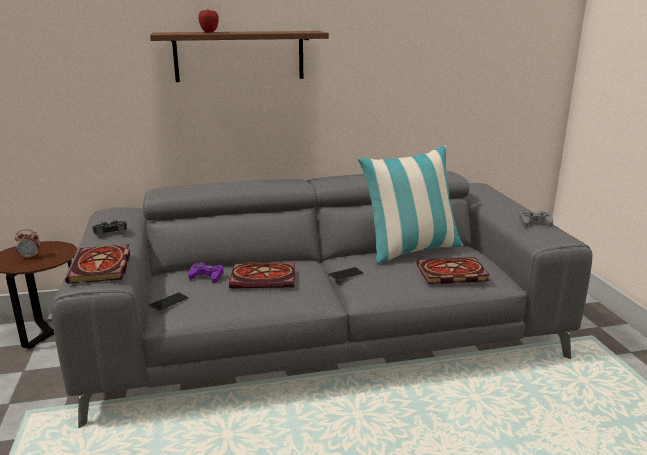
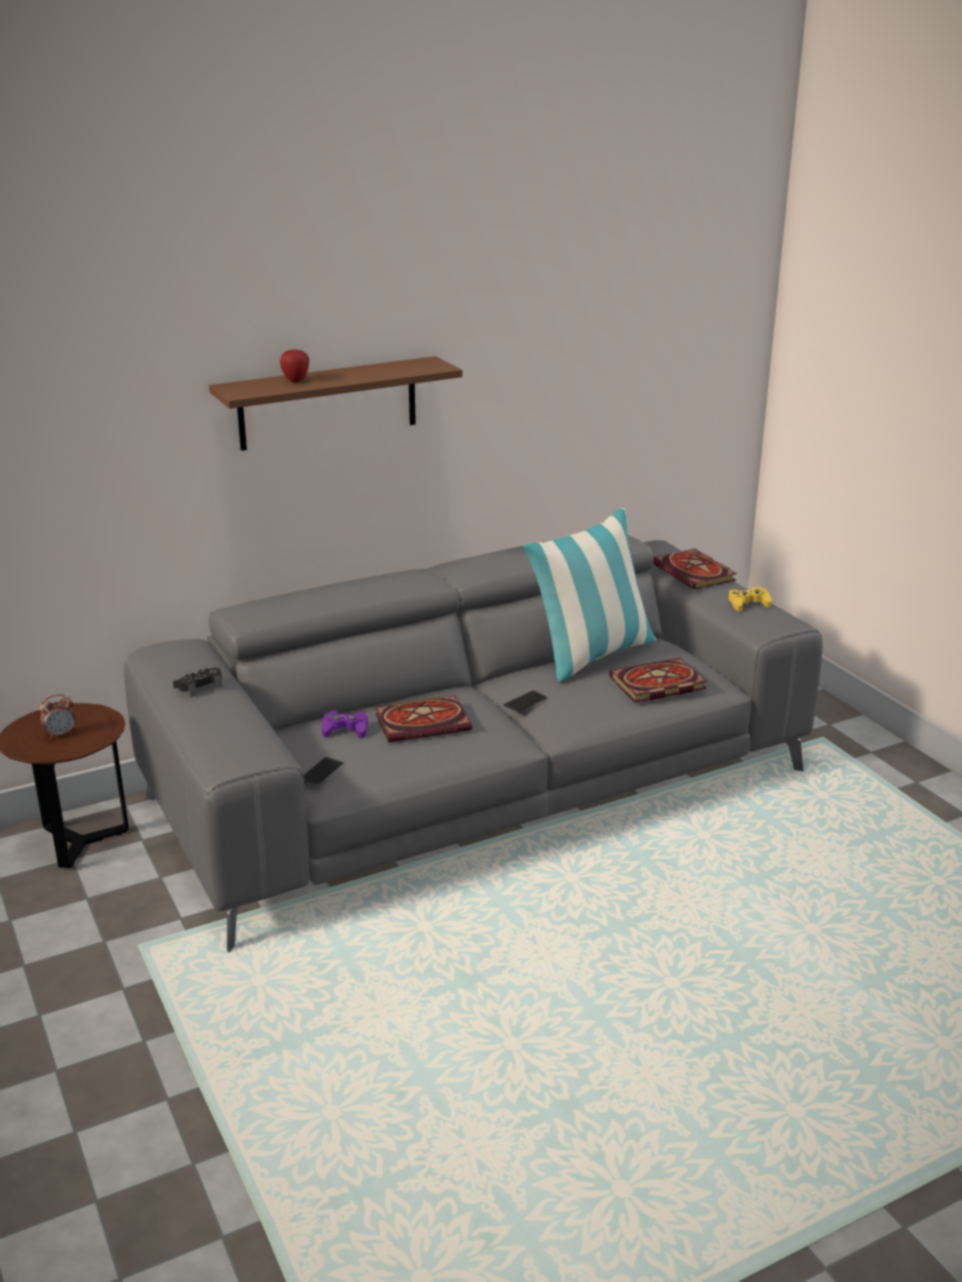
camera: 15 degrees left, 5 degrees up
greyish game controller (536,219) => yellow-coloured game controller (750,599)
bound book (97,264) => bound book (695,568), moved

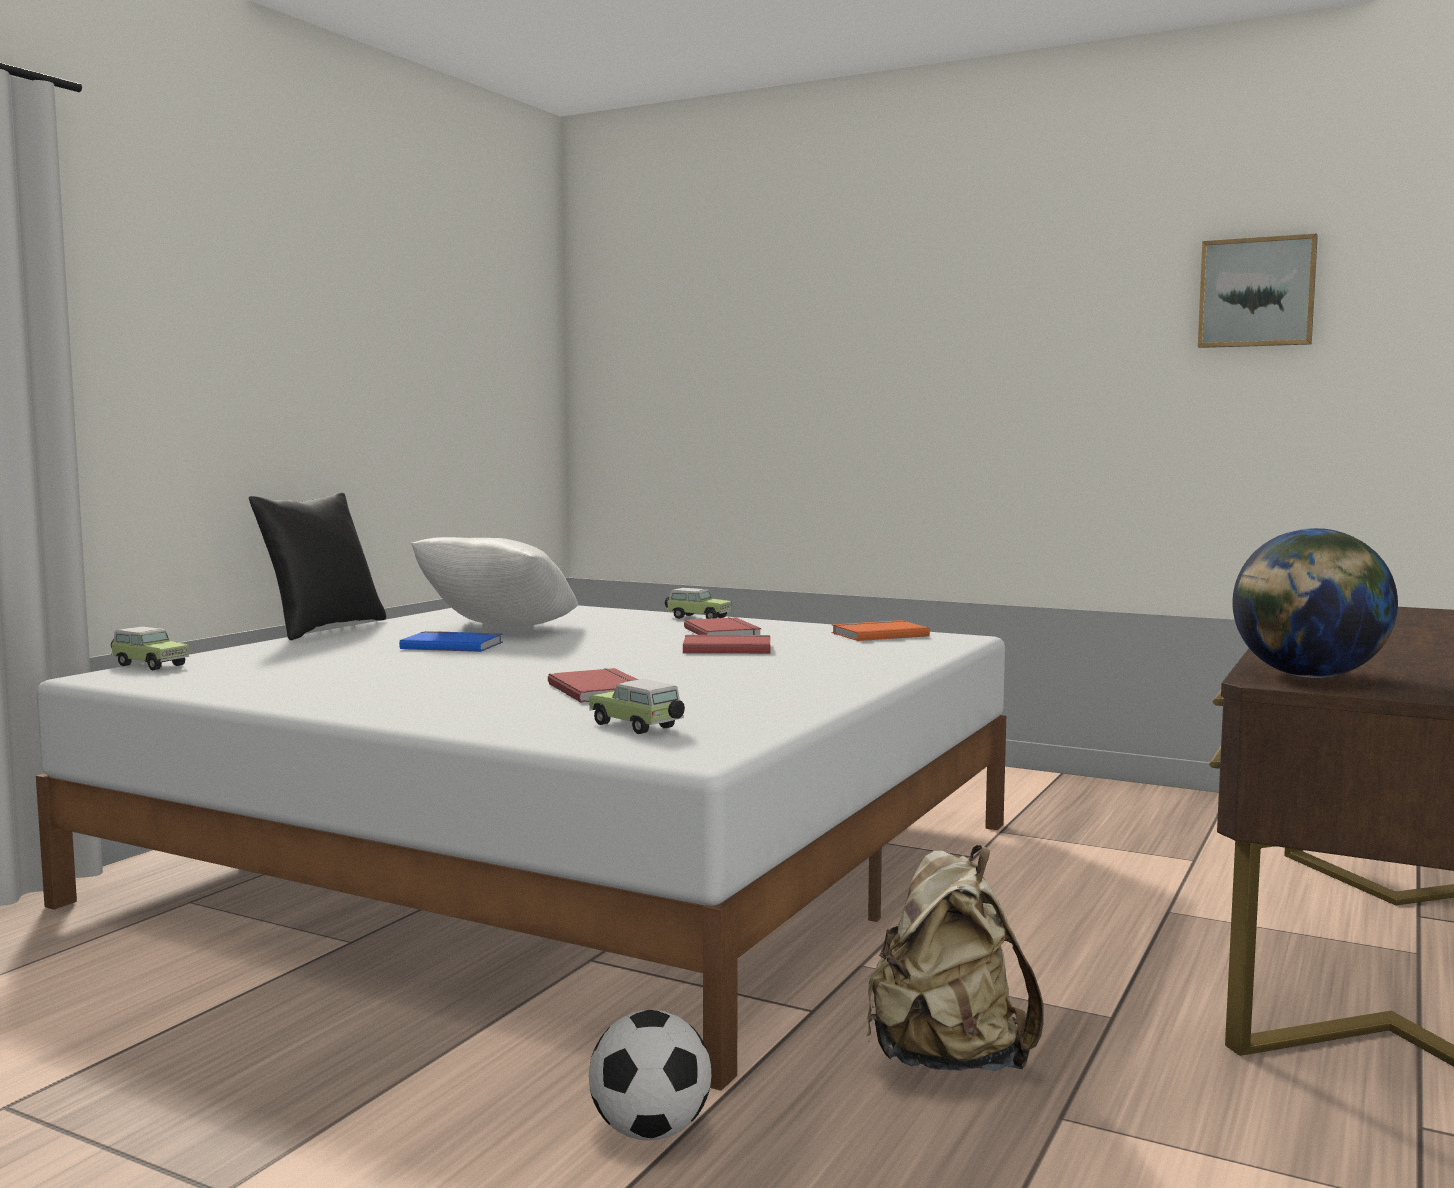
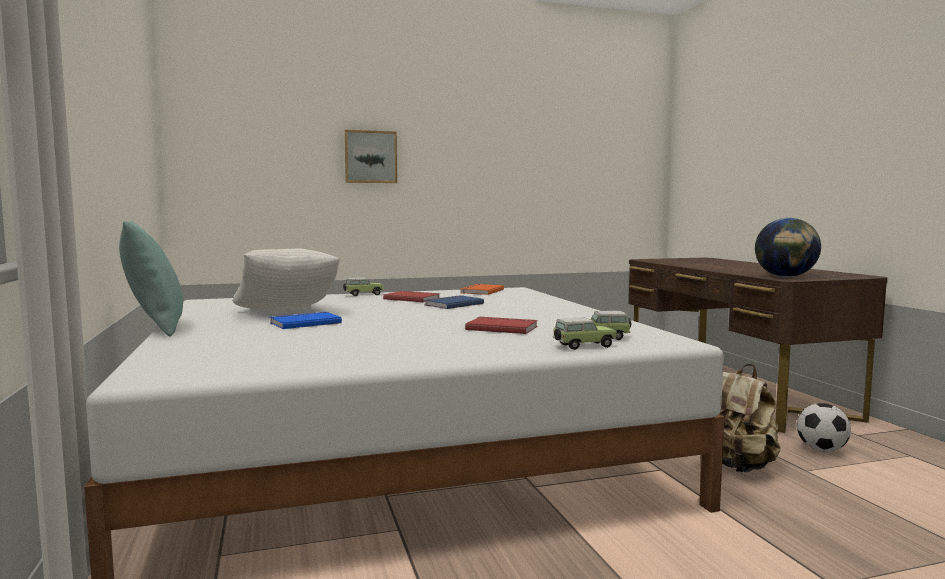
camera: 45 degrees left, 0 degrees up
wall art (1258,290) => wall art (370,156), moved
black cushion (317,566) => blue-green cushion (151,279)
toy car (150,648) => toy car (585,333), moved
reddish bound book (726,644) => blue bound book (454,302)
football ball (650,1075) => football ball (824,427), moved

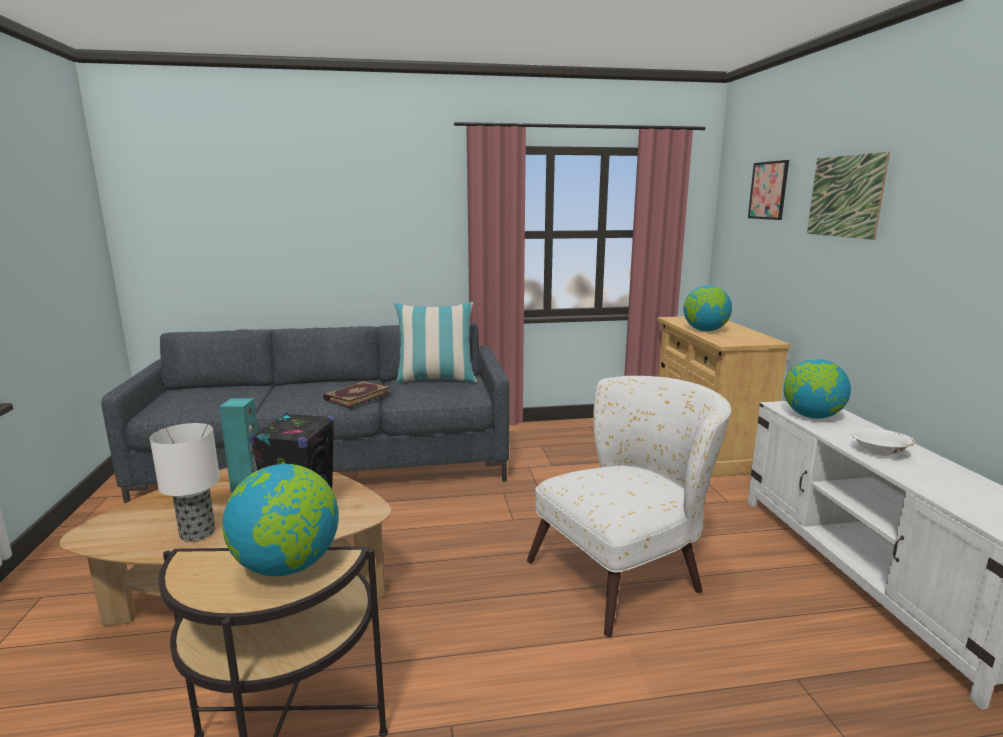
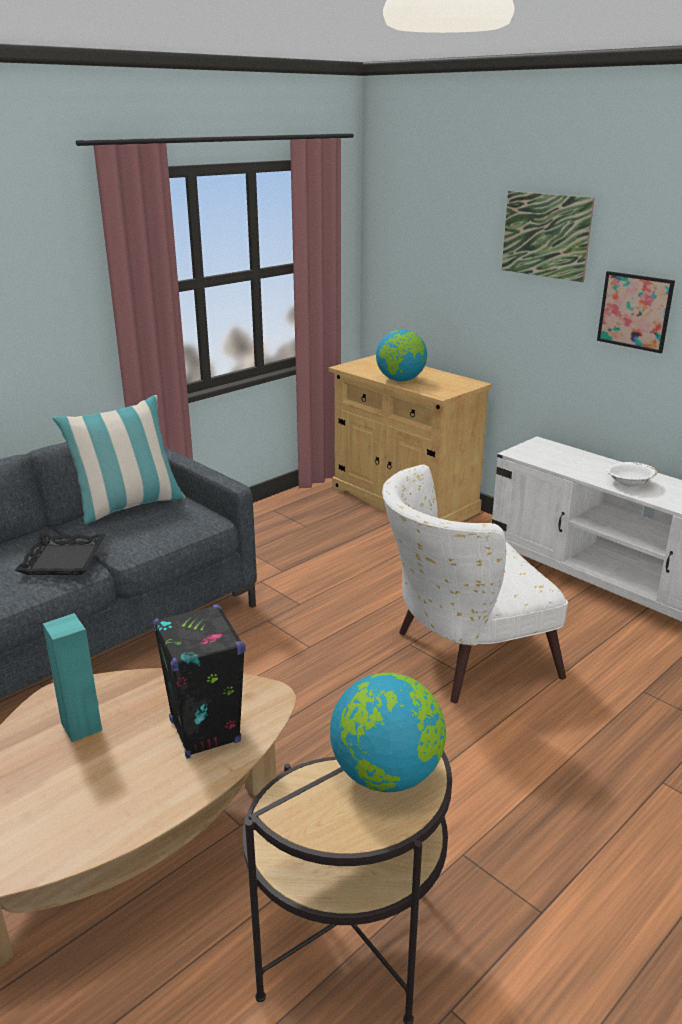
camera: 35 degrees left, 10 degrees up
wall art (768,190) => wall art (636,312), moved
globe (817,389) => nothing
white easy chair (629,506) => white easy chair (475,584), 135 degrees counterclockwise
bound book (356,394) => black carrying tray (60,554)
tabletop lamp (185,482) => nothing

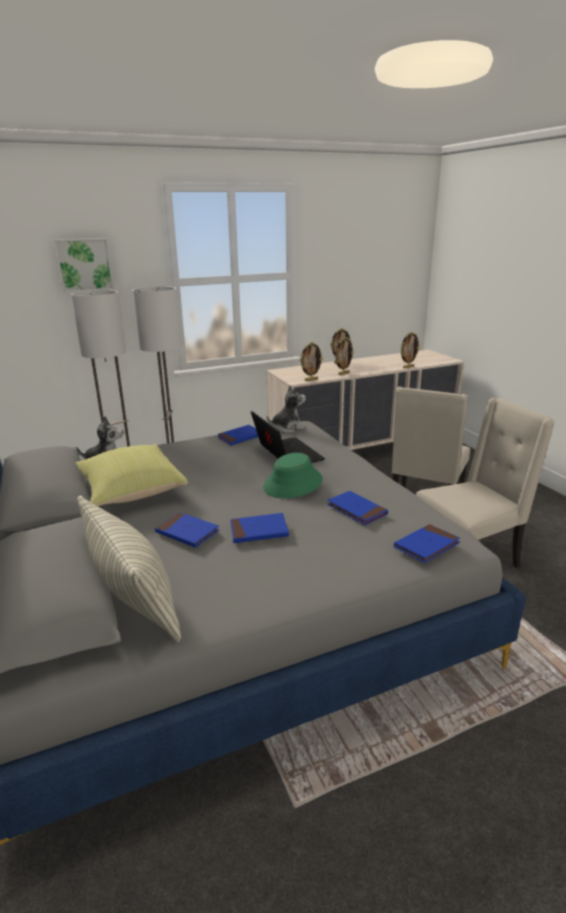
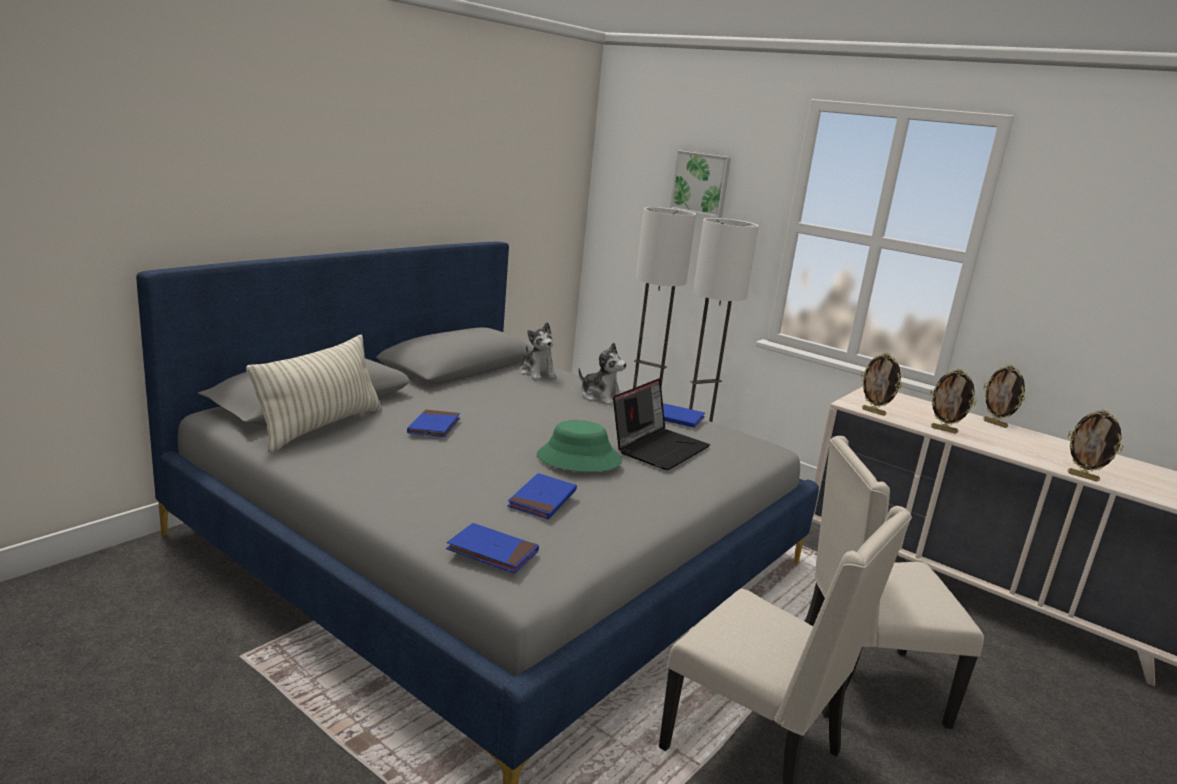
camera: 60 degrees right, 5 degrees down
plush toy (286,409) => plush toy (602,374), moved
yellow-coloured cushion (132,475) => nothing
blue bound book (259,528) => nothing

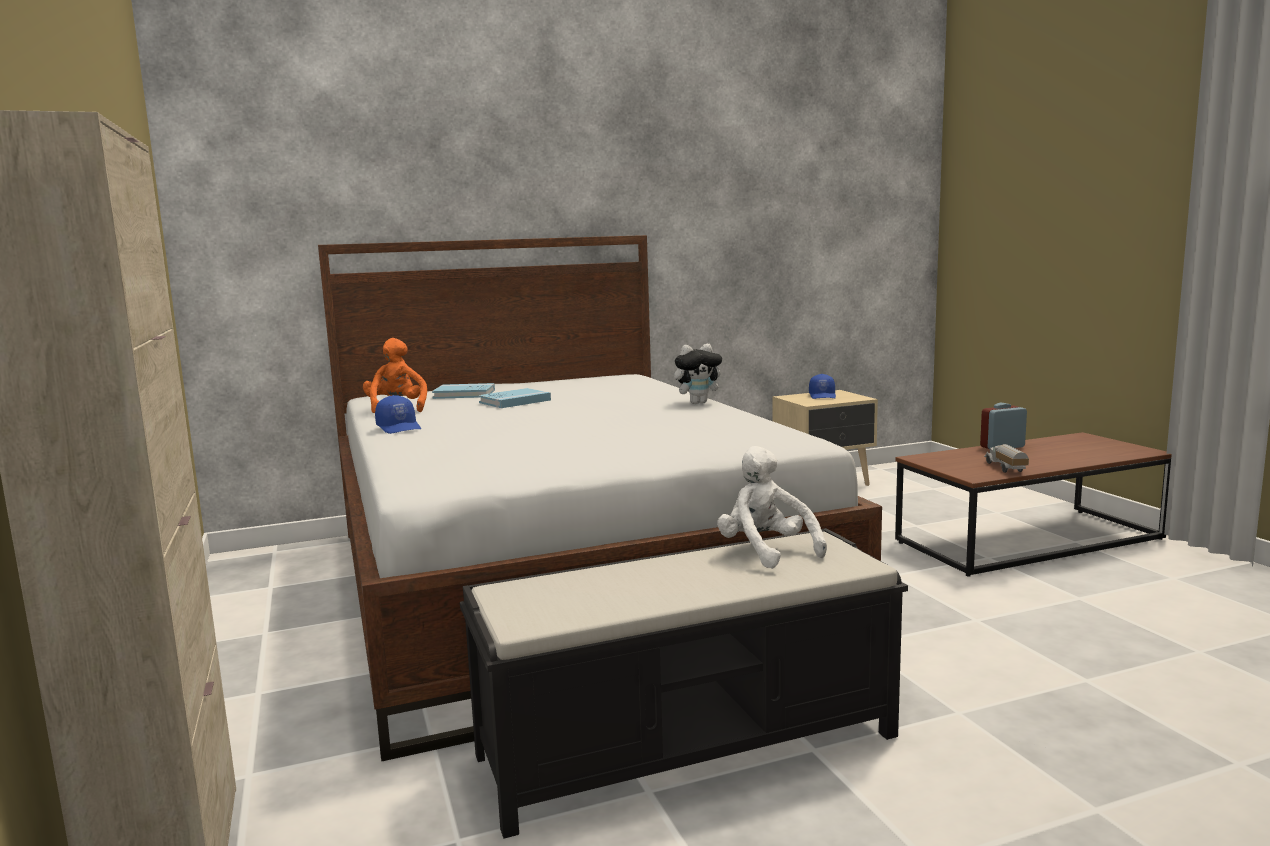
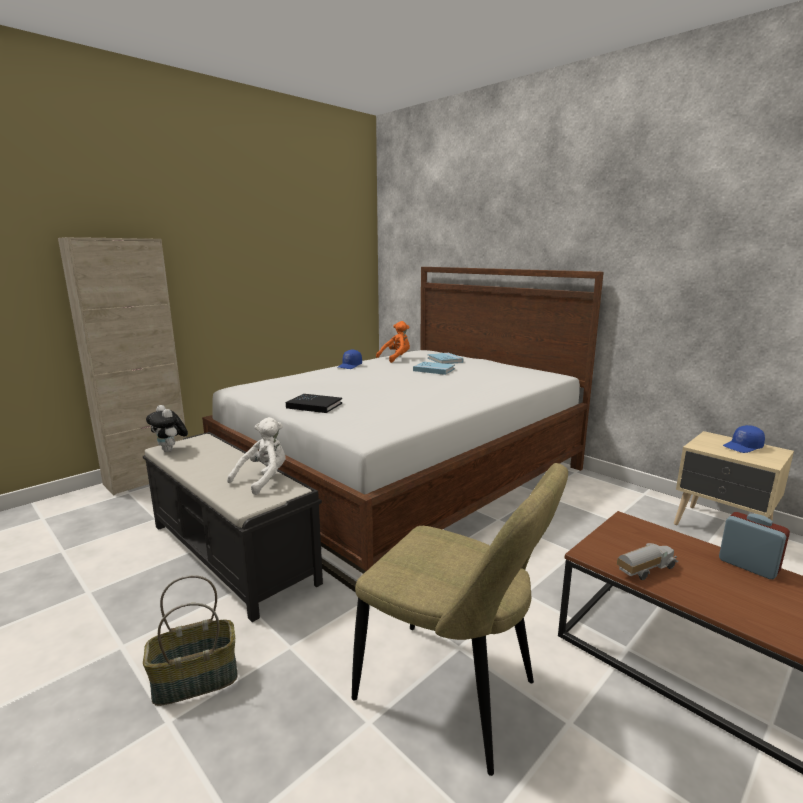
camera: 65 degrees right, 5 degrees up
plush toy (700,374) => plush toy (167,428), moved
nothing => black bound book (314,403)
nothing => sand-coloured upright chair (460,619)
nothing => storage basket (190,640)

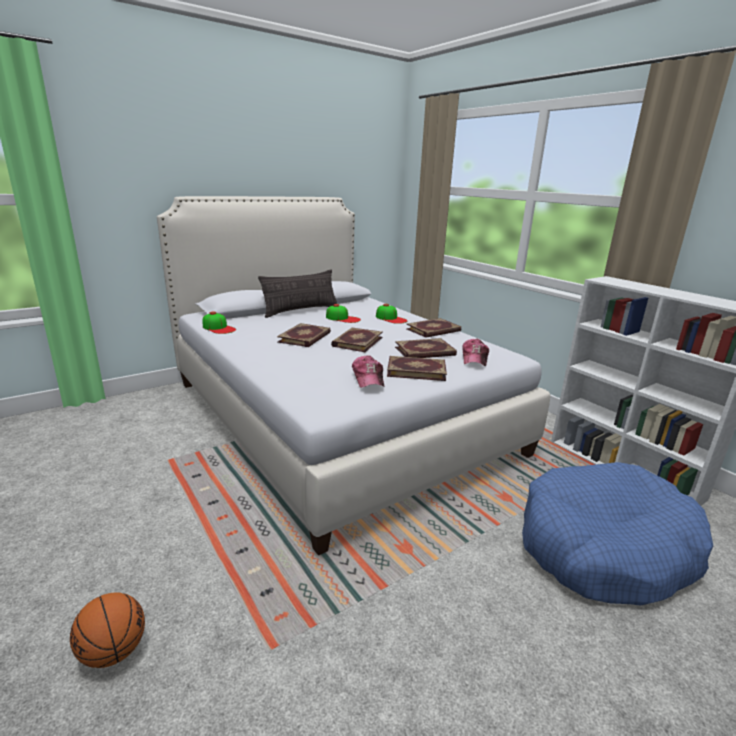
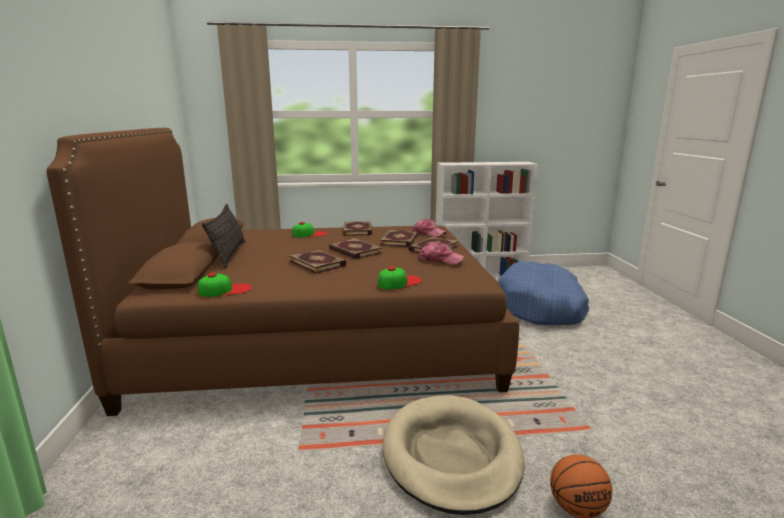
camera: 60 degrees left, 5 degrees down
white bedroom bed (353,375) => brownish bedroom bed (282,272)
baseball cap (343,313) => baseball cap (400,277), moved
nothing => sand-coloured dog cushion (453,455)

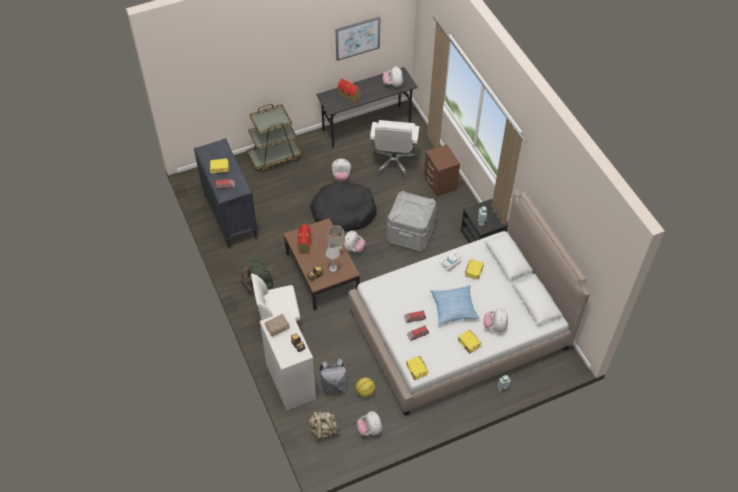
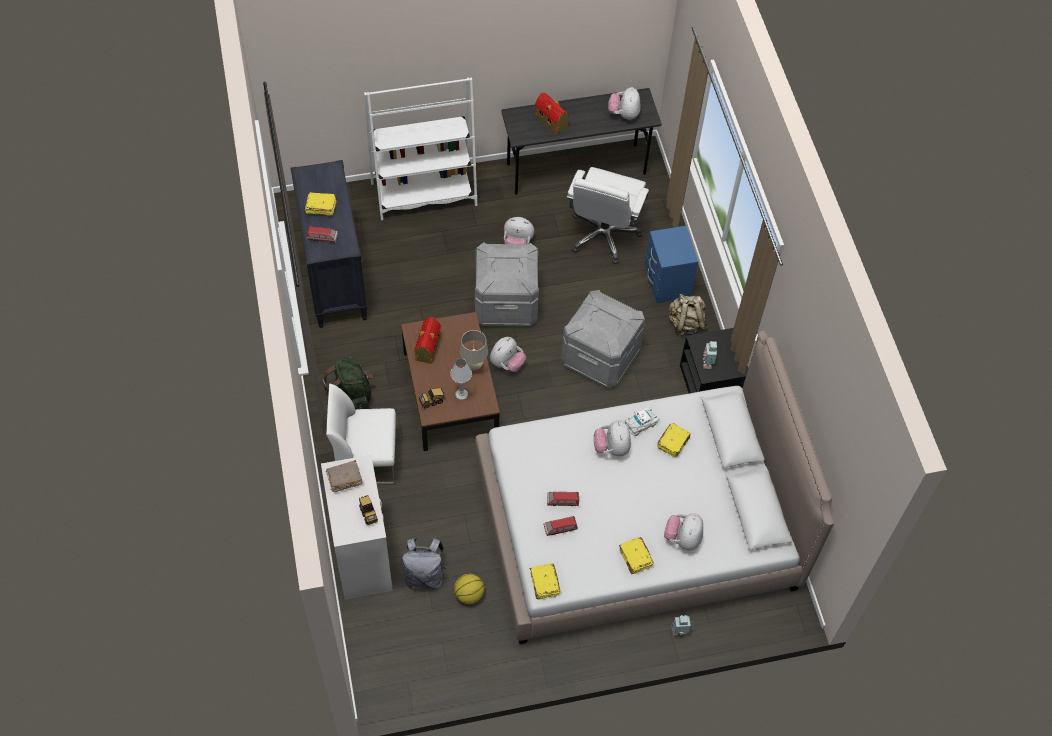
camera: 10 degrees right, 5 degrees up
wall art (358,38) => nothing
brownish wheeled cart (274,138) => white bookshelf (420,149)
brownish bedside table (442,170) => blue bedside table (671,264)
black dog cushion (343,207) => greyish storage box (507,284)
cushion (455,304) => nothing
sand-coloured rucksack (324,426) => sand-coloured rucksack (688,314), moved
plush toy (369,423) => plush toy (612,438), moved

